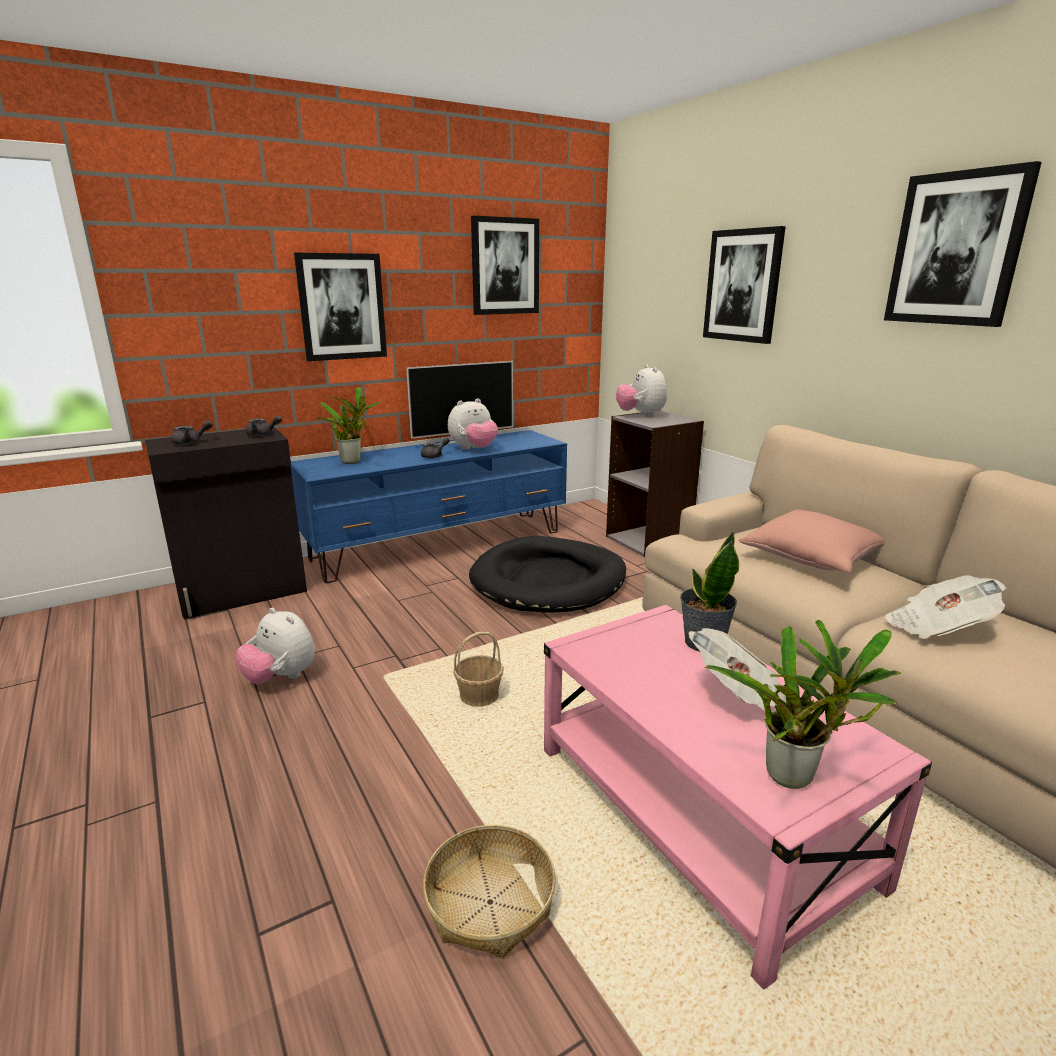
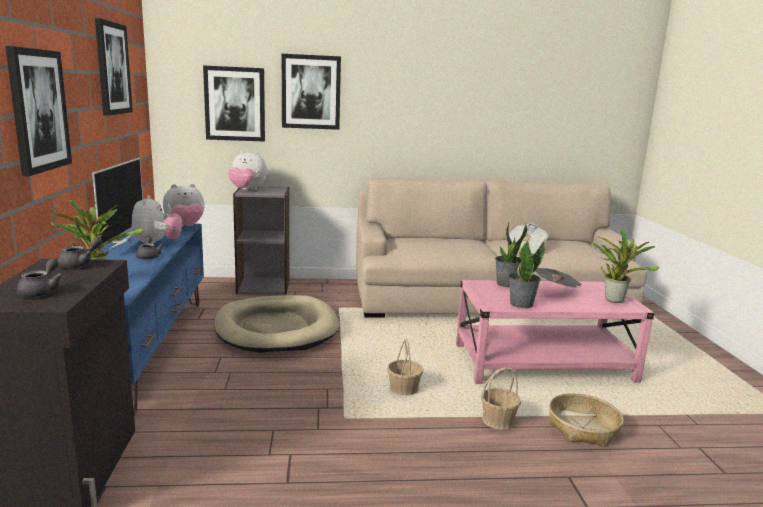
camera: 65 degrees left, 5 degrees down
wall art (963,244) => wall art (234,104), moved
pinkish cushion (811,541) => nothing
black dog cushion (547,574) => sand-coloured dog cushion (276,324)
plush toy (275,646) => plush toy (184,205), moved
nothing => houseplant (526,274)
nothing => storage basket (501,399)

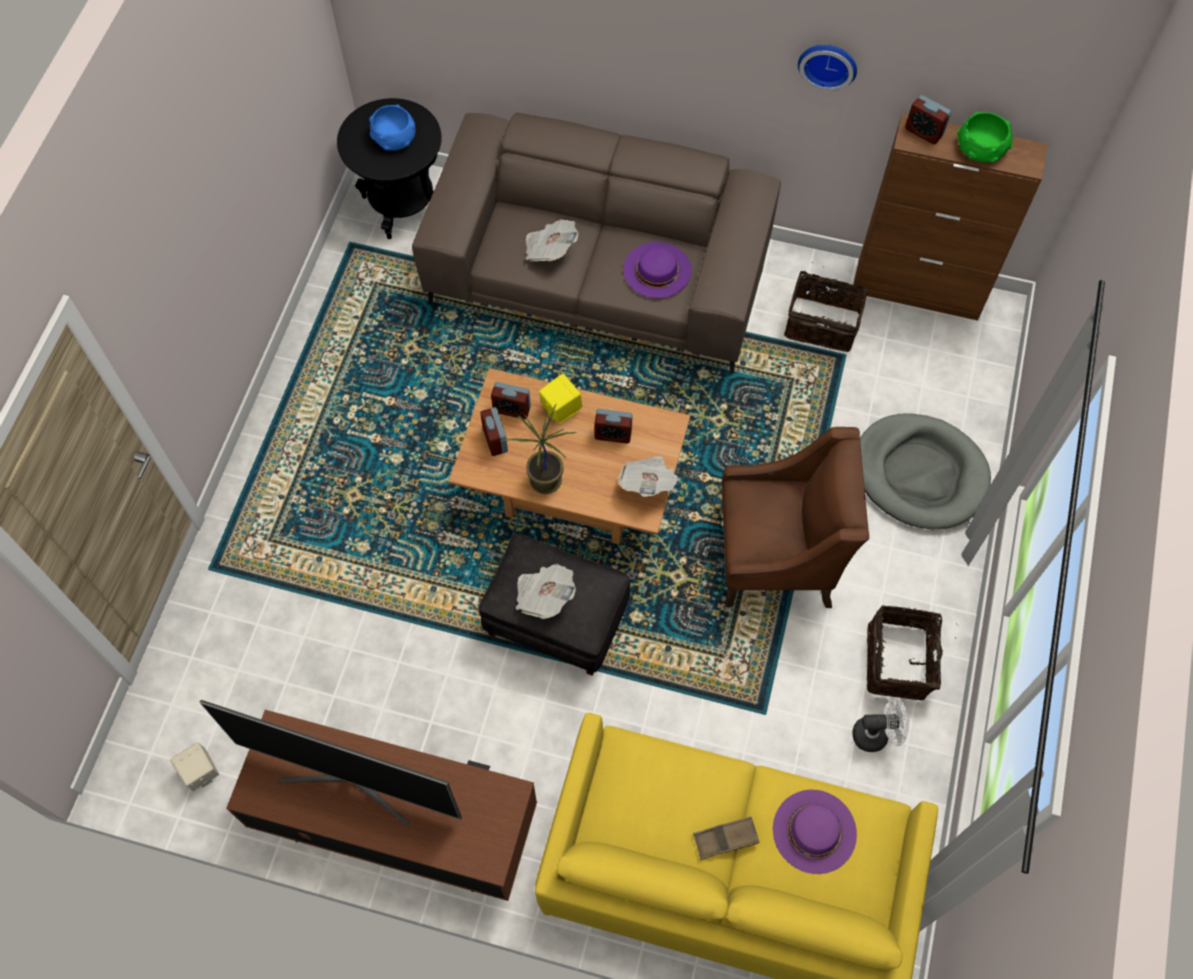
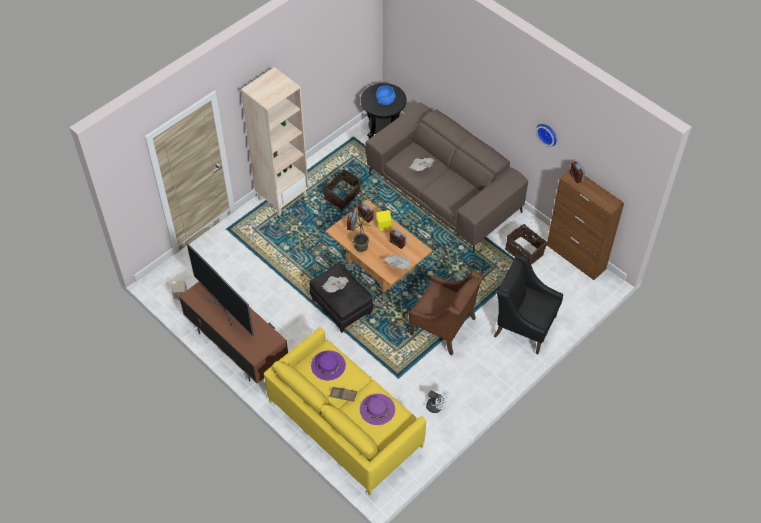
camera: 30 degrees right, 10 degrees down
greenish serving bowl (985,137) => nothing
purple-coloured clothing hat (657,270) => purple-coloured clothing hat (328,365), moved
greyish dog cushion (925,471) => black easy chair (528,304)
storage basket (912,652) => storage basket (345,189), moved
nothing => sand-coloured bookshelf (275,141)

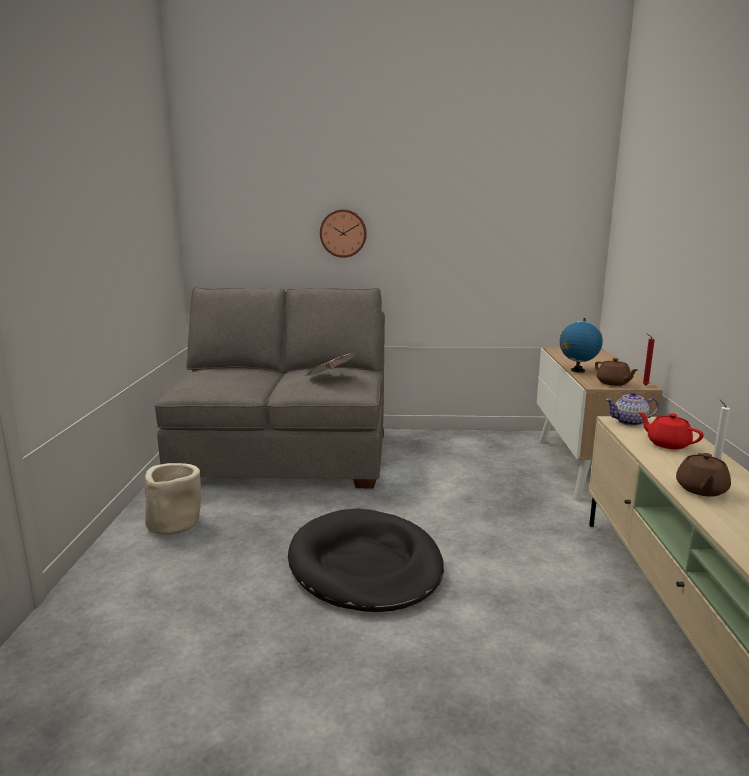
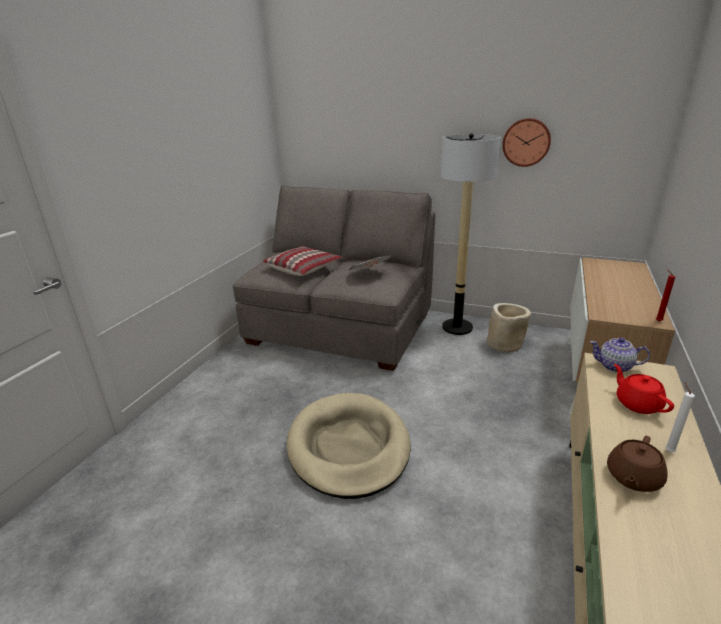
camera: 20 degrees right, 10 degrees up
clock on the wall (343,233) => clock on the wall (526,142), moved
globe (581,345) => nothing
brownish teapot (616,372) => nothing
sand-coloured flower pot (173,499) => sand-coloured flower pot (509,327), moved
black dog cushion (366,560) => sand-coloured dog cushion (349,446)
nothing => standing lamp (471,234)
nothing => cushion (302,261)

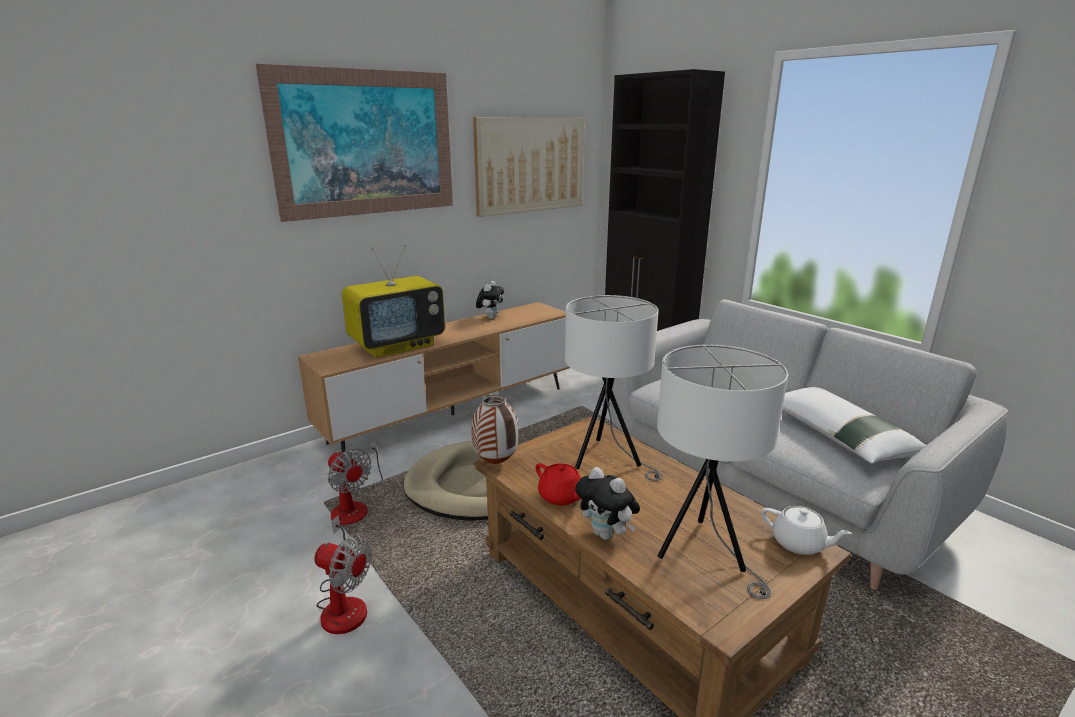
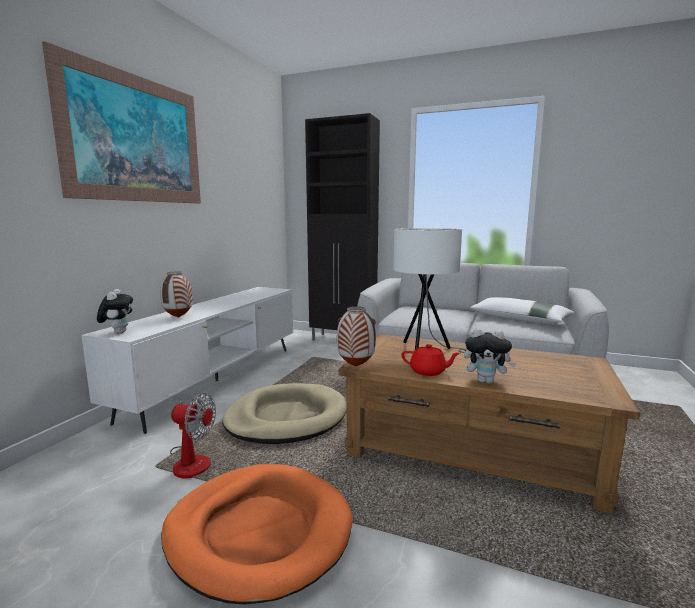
camera: 30 degrees left, 10 degrees down
wall art (529,167) => nothing
television (393,301) => flower vase (176,294)
plush toy (490,300) => plush toy (115,311), moved
brownish tv stand (434,377) => white tv stand (187,360)
white tabletop lamp (722,472) => nothing
white teapot (807,530) => nothing
electric fan (343,574) => orangey dog cushion (256,534)

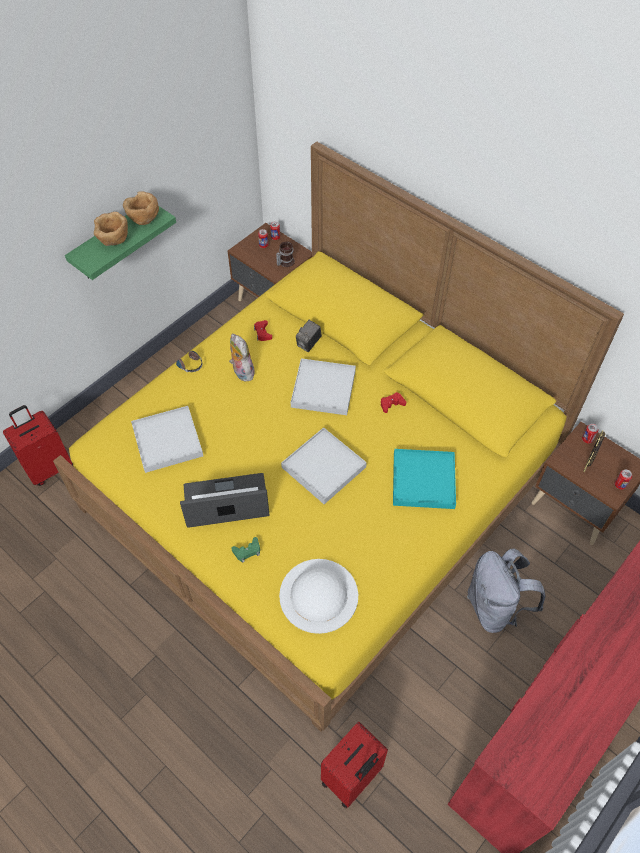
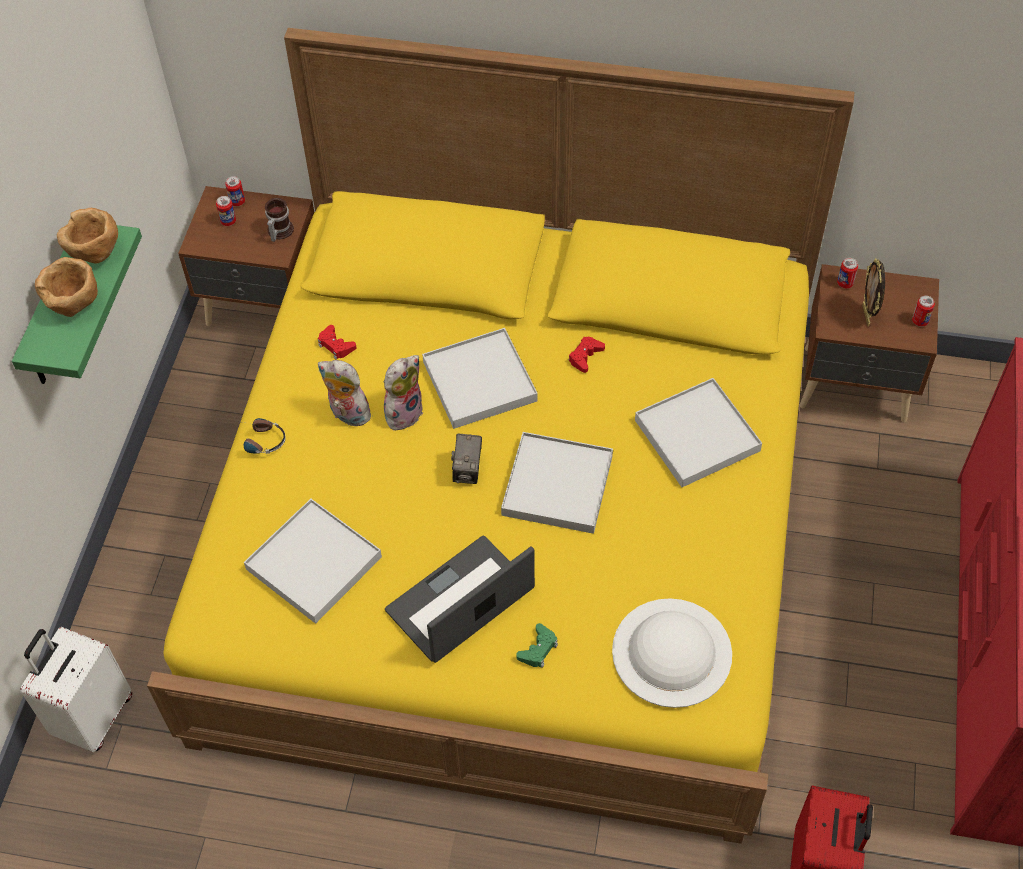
camera: 30 degrees left, 0 degrees up
still camera (309,336) => still camera (466,459), moved
reddish travel case (38,445) => white travel case (76,689)
blue-green carrying tray (424,479) => white carrying tray (698,432)
greyish rucksack (506,590) => nothing
nothing => plush toy (403,393)

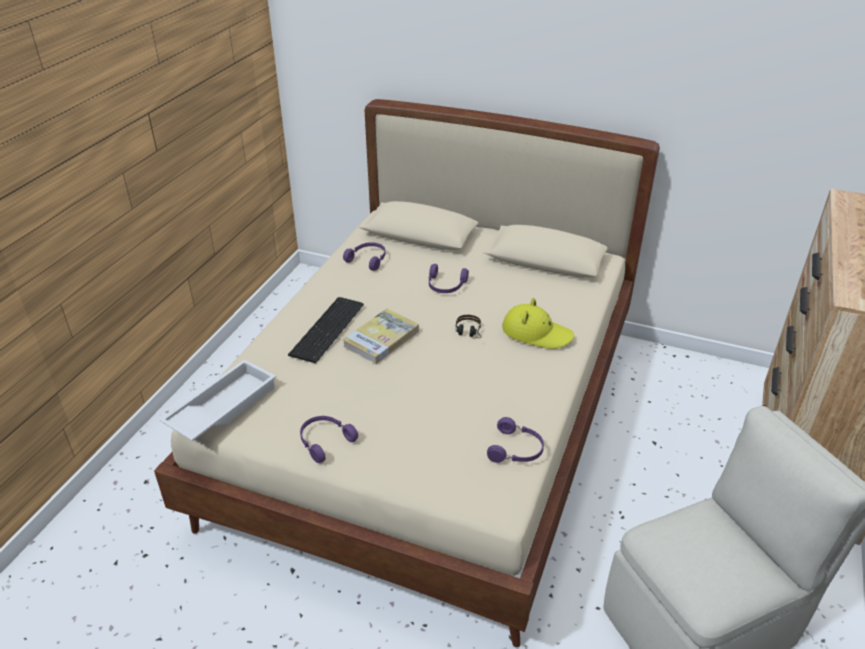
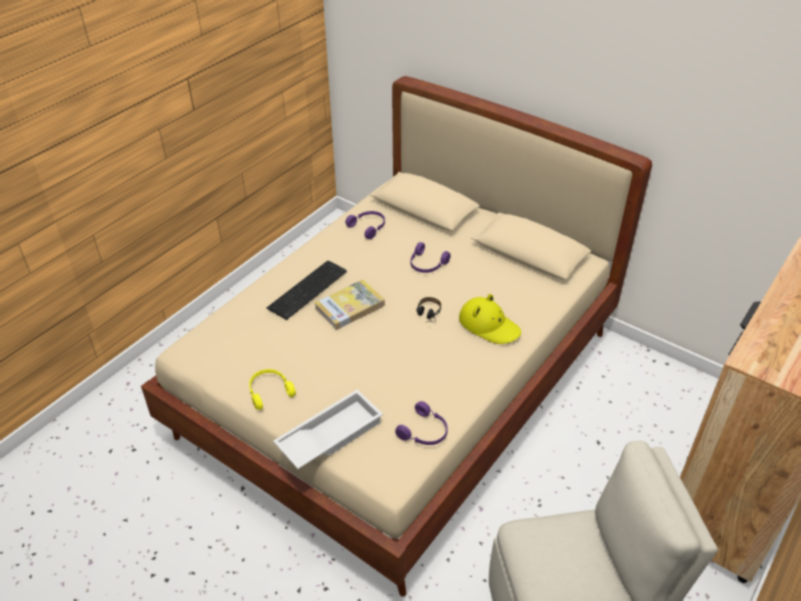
camera: 15 degrees right, 5 degrees up
white carrying tray (218,400) => white carrying tray (328,429), moved
purple-coloured headphones (329,439) => yellow-coloured headphones (272,389)

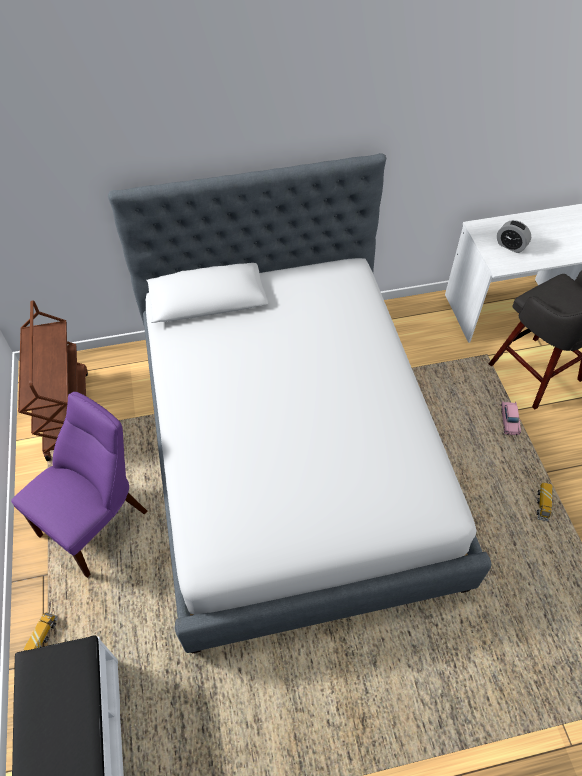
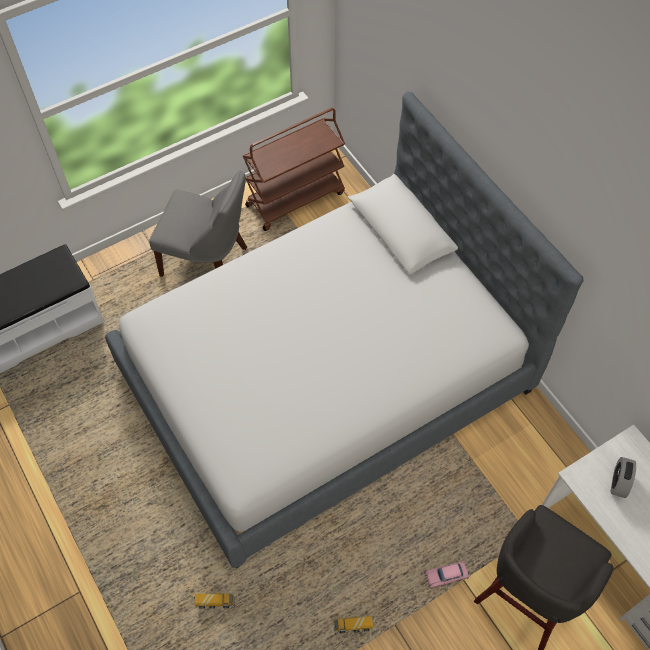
camera: 70 degrees right, 5 degrees up
purple-coloured upright chair (79,485) => greyish upright chair (198,223)
toy truck (40,631) => toy truck (215,601), moved

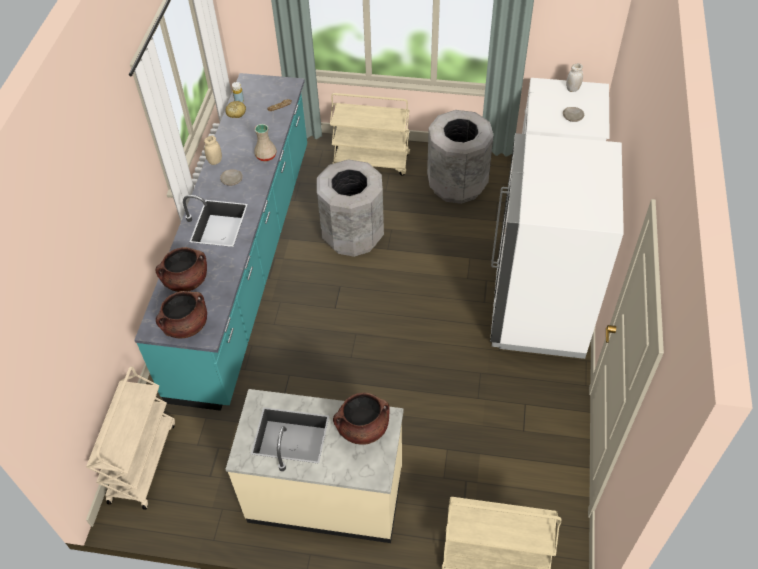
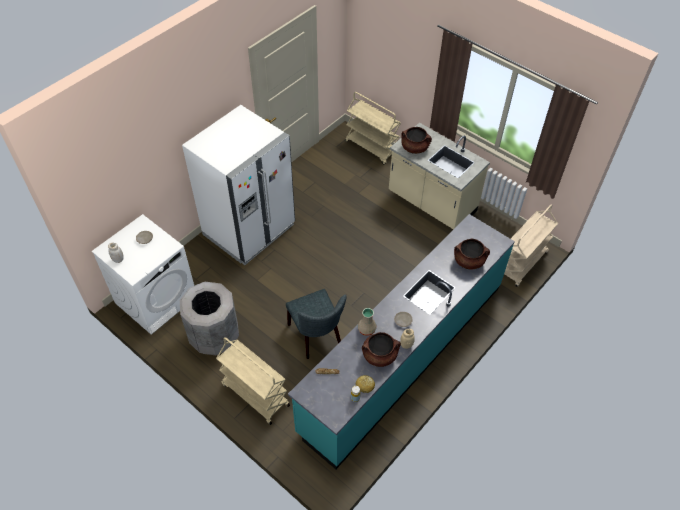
camera: 150 degrees left, 0 degrees up
greyish waste bin (350,208) => greyish upright chair (316,324)
brownish cooking pot (181,315) => brownish cooking pot (381,349), moved

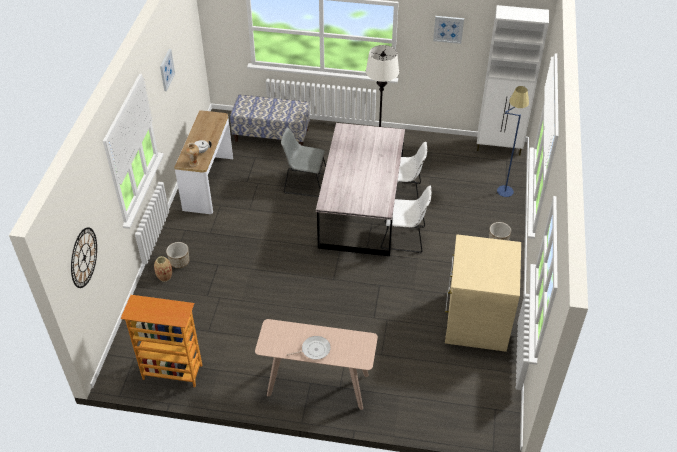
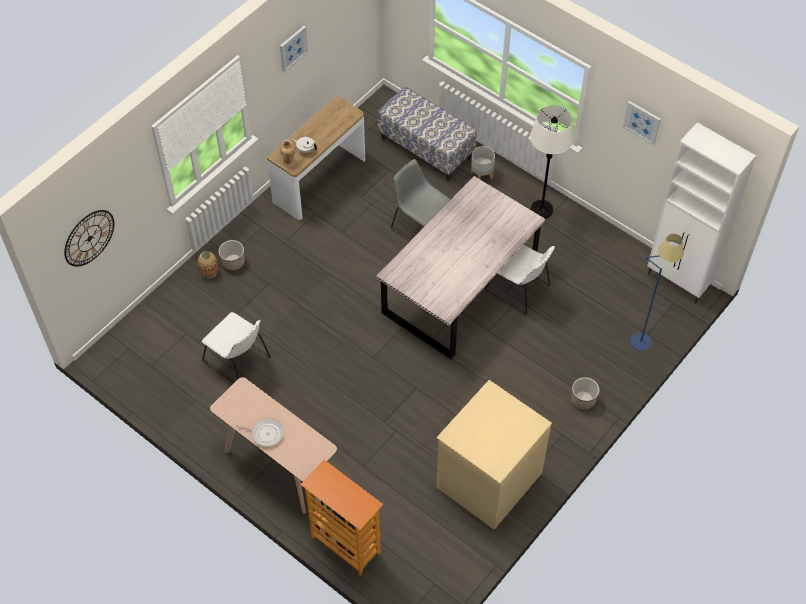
camera: 30 degrees right, 10 degrees up
white upright chair (406,219) => white upright chair (236,348), moved
bookshelf (161,341) => bookshelf (341,518), moved
nothing => greyish flower pot (483,162)

